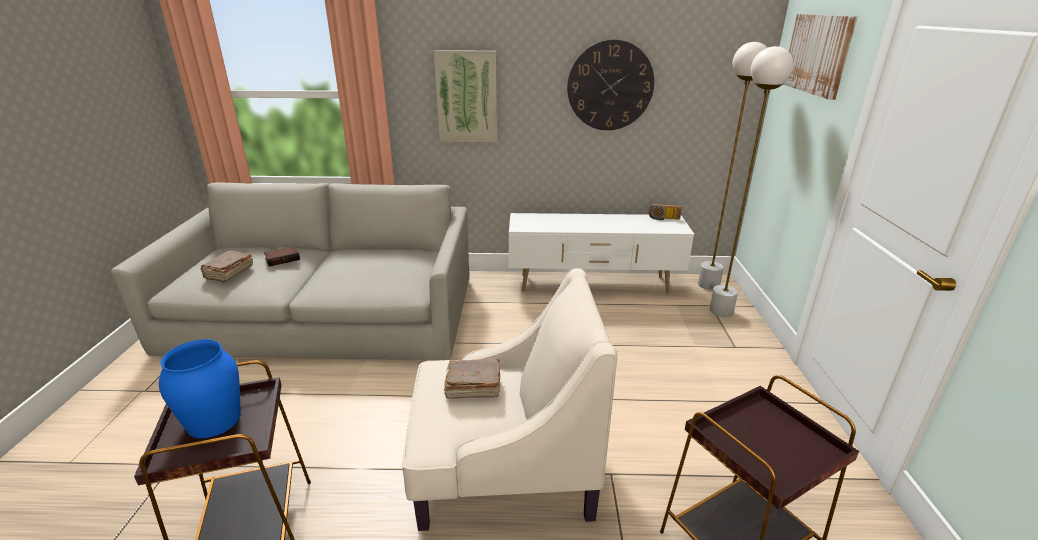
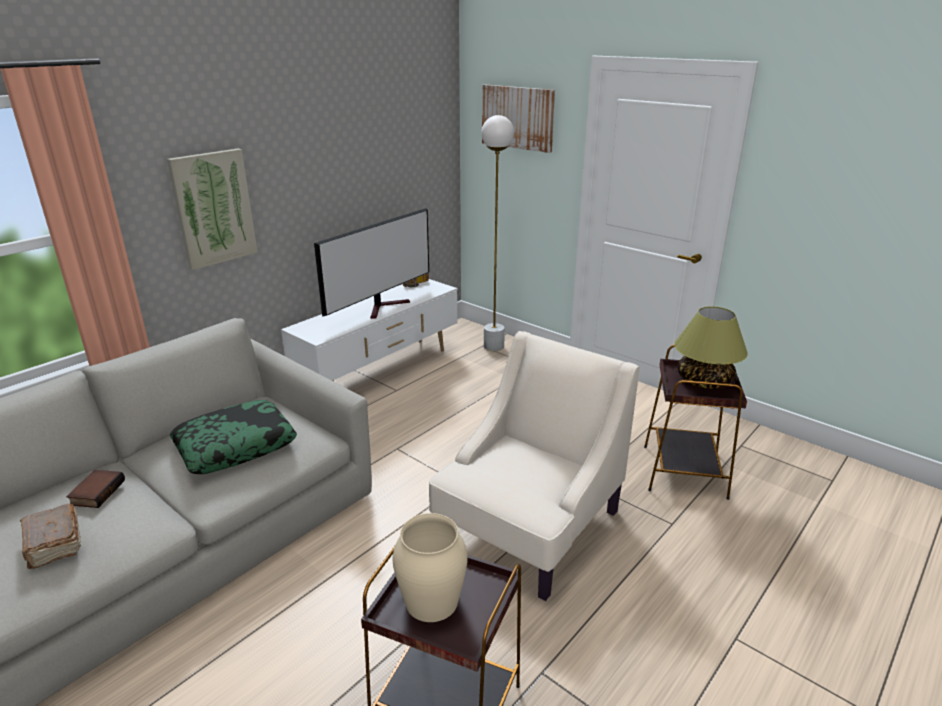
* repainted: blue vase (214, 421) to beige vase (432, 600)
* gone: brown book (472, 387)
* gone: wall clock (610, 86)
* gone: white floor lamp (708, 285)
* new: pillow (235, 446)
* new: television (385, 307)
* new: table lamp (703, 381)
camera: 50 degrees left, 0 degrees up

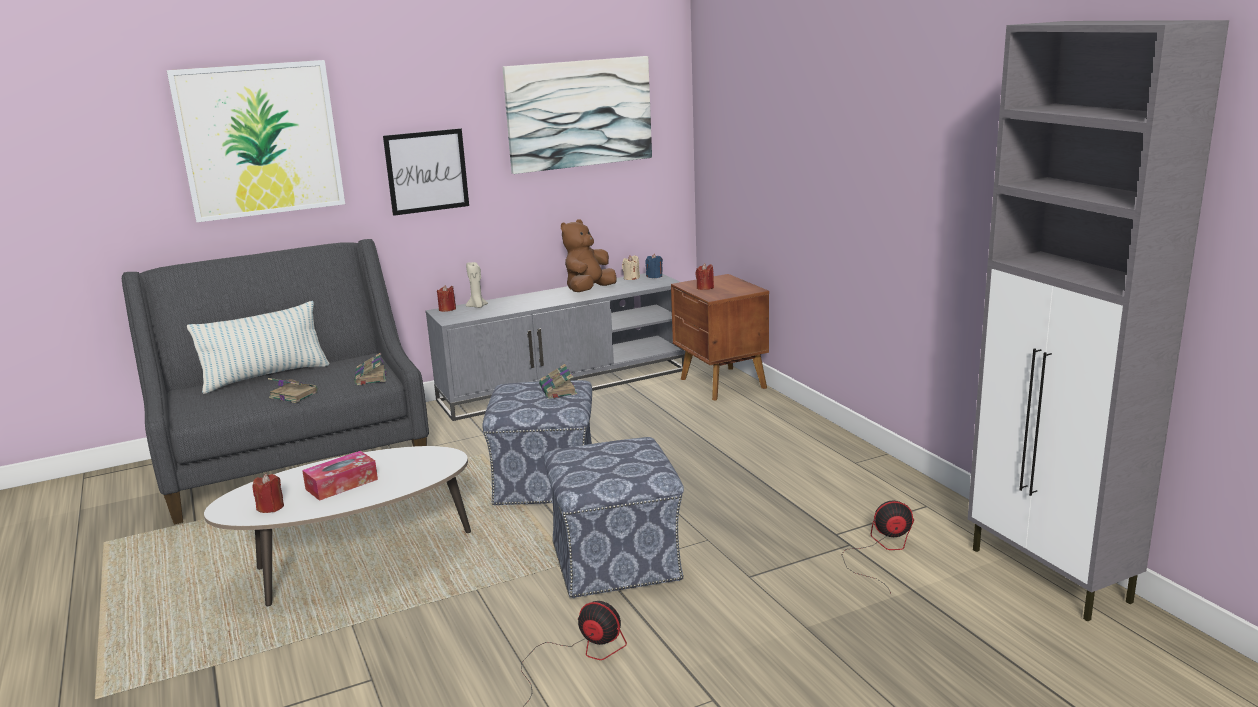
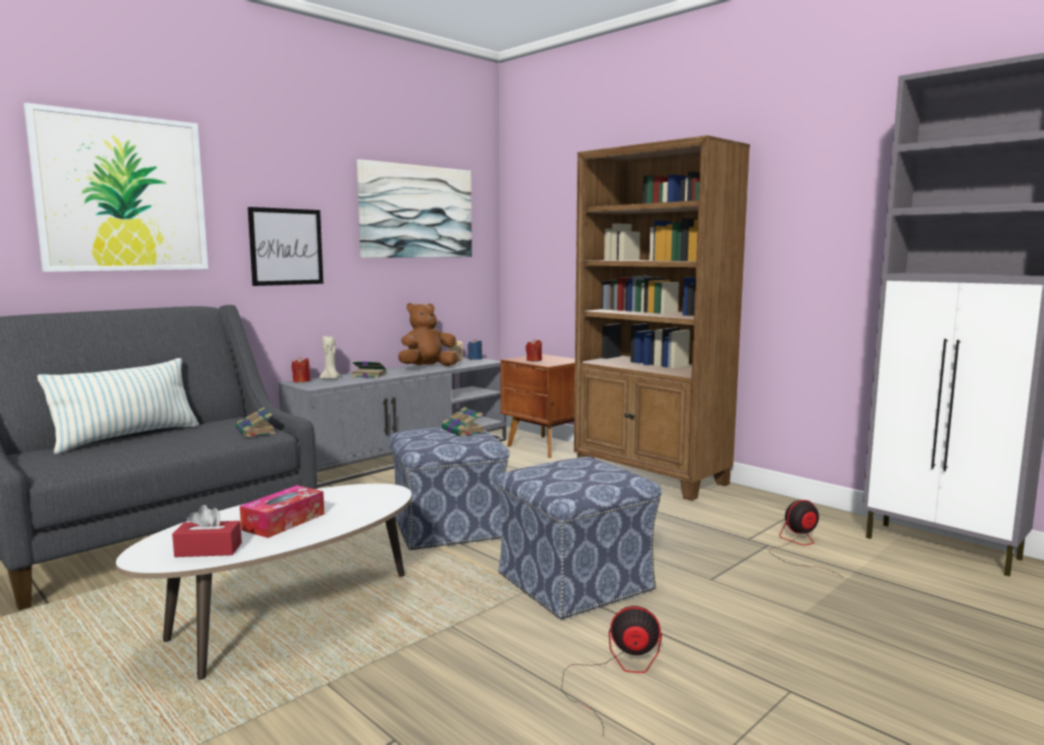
* swapped: red candle (271, 507) to red tissue box (208, 550)
* shifted: book (292, 395) to (368, 375)
* rotated: brown plush toy (589, 291) = (427, 367) 45 degrees clockwise
* new: brown bookcase (651, 476)
camera: 20 degrees left, 10 degrees down

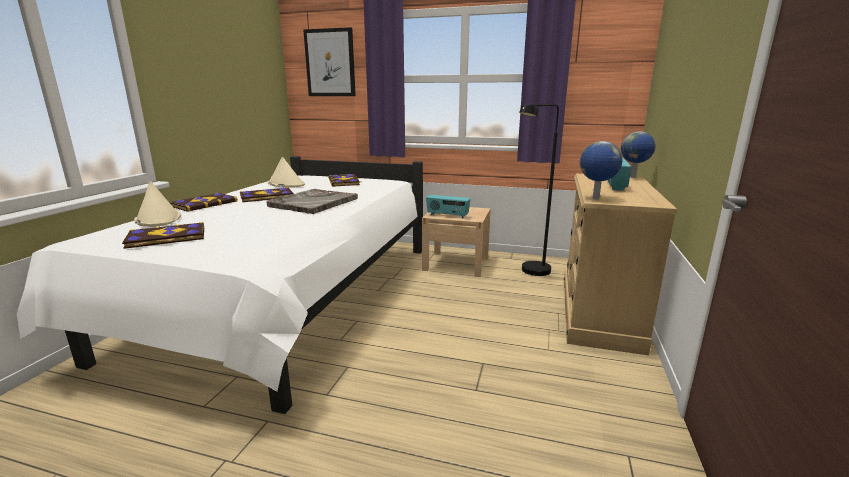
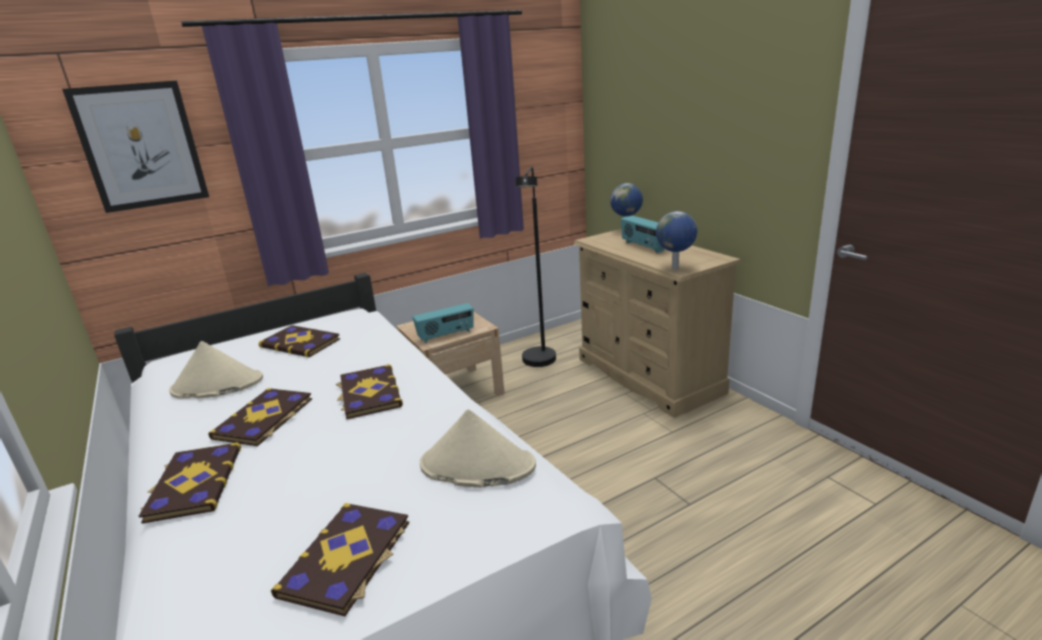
* shifted: beige hat (158, 219) to (476, 465)
* swapped: grey tray (313, 202) to book (369, 393)
camera: 45 degrees left, 5 degrees up

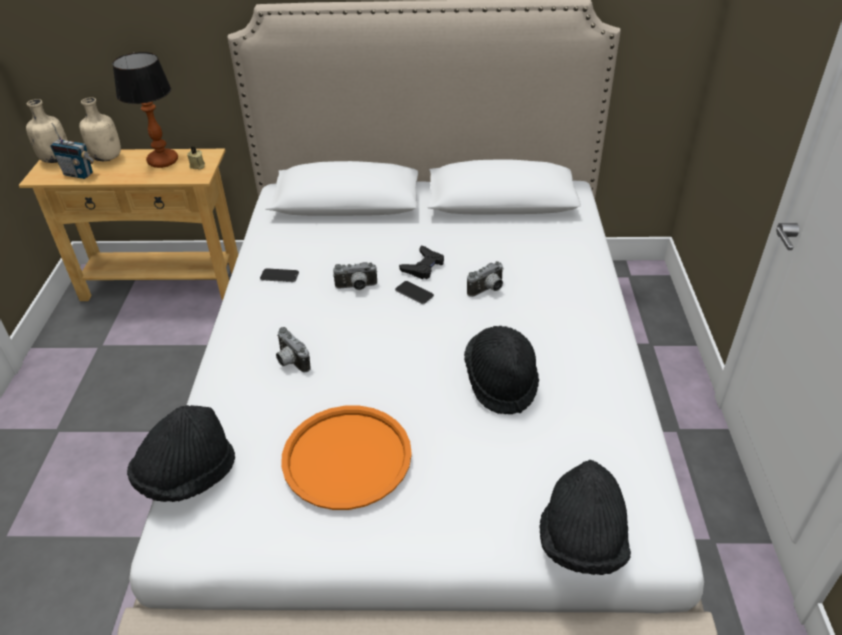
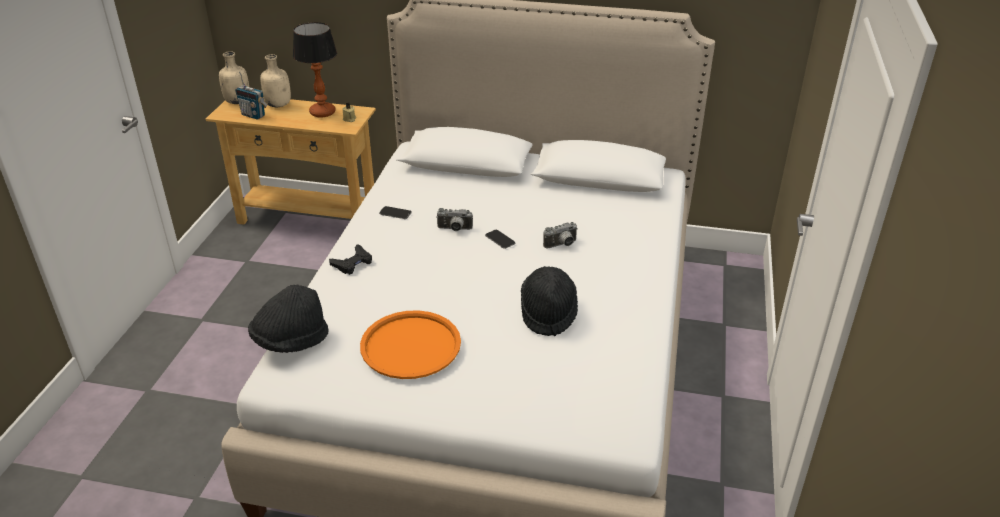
* gone: photo camera (290, 361)
* shifted: black game controller (423, 266) to (352, 263)
* gone: black hat (582, 541)
camera: 10 degrees right, 5 degrees down

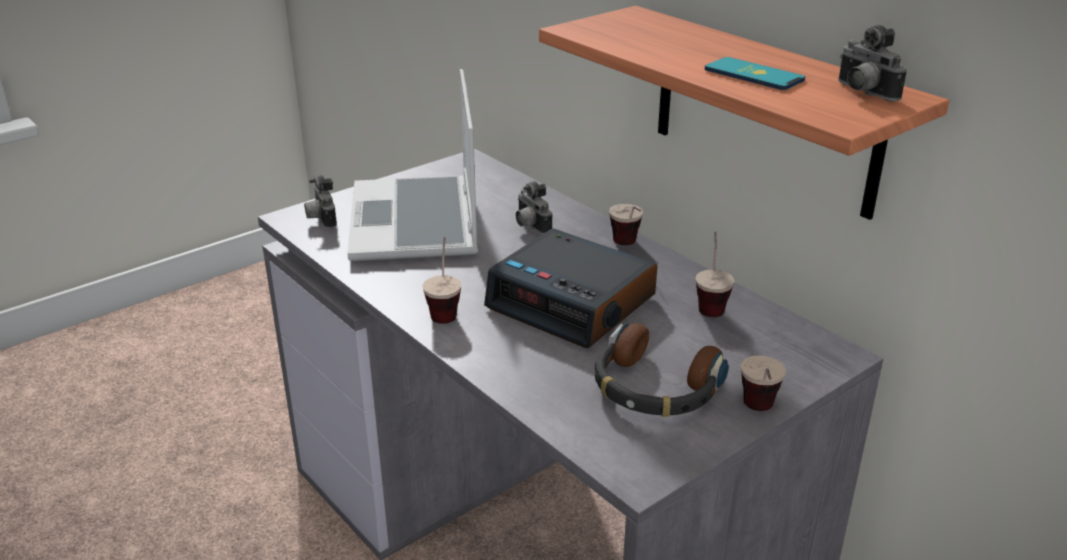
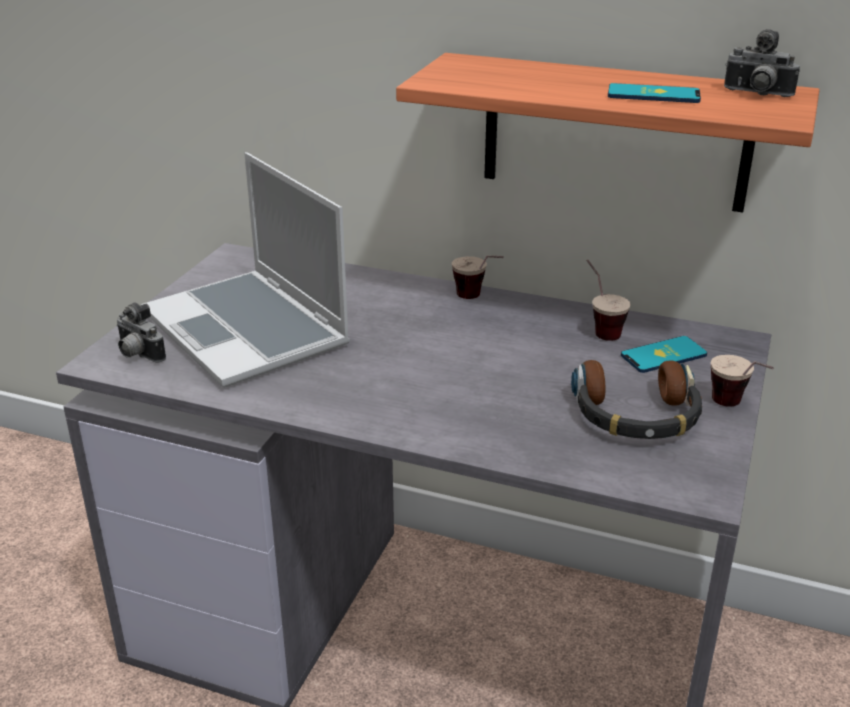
* gone: cup (444, 309)
* gone: alarm clock (573, 302)
* gone: photo camera (530, 226)
* new: phone (663, 355)
camera: 30 degrees left, 0 degrees up

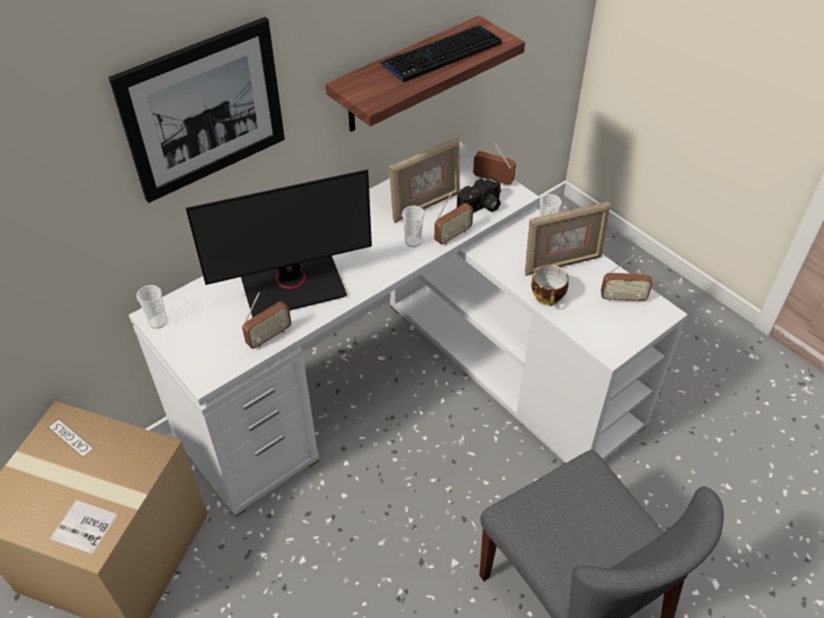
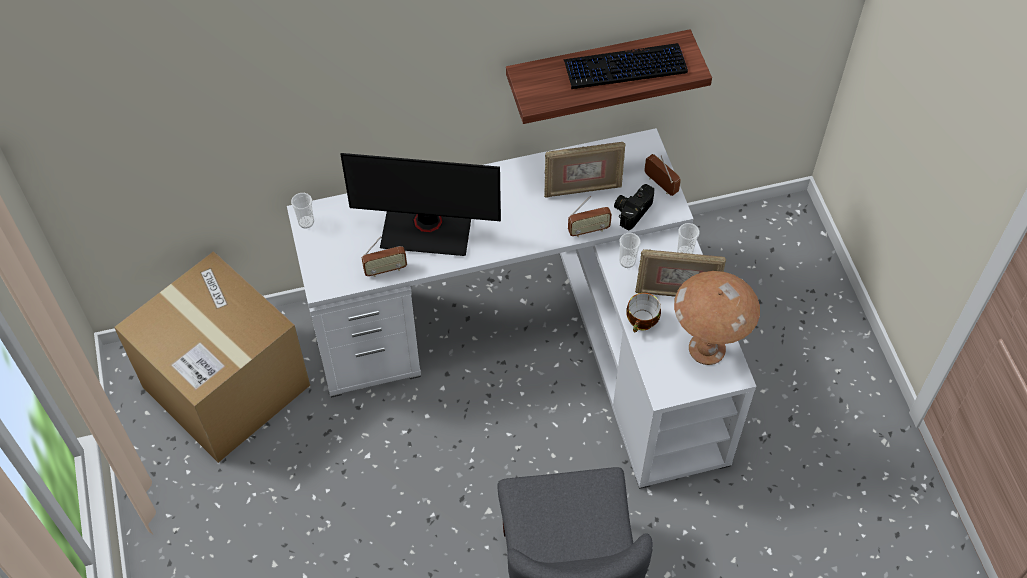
* gone: picture (204, 110)
* shifted: cup (413, 241) to (627, 261)
* rotated: photo camera (481, 207) = (631, 210) 135 degrees clockwise
* swapped: radio (622, 298) to brown table lamp (707, 348)
camera: 25 degrees right, 10 degrees up

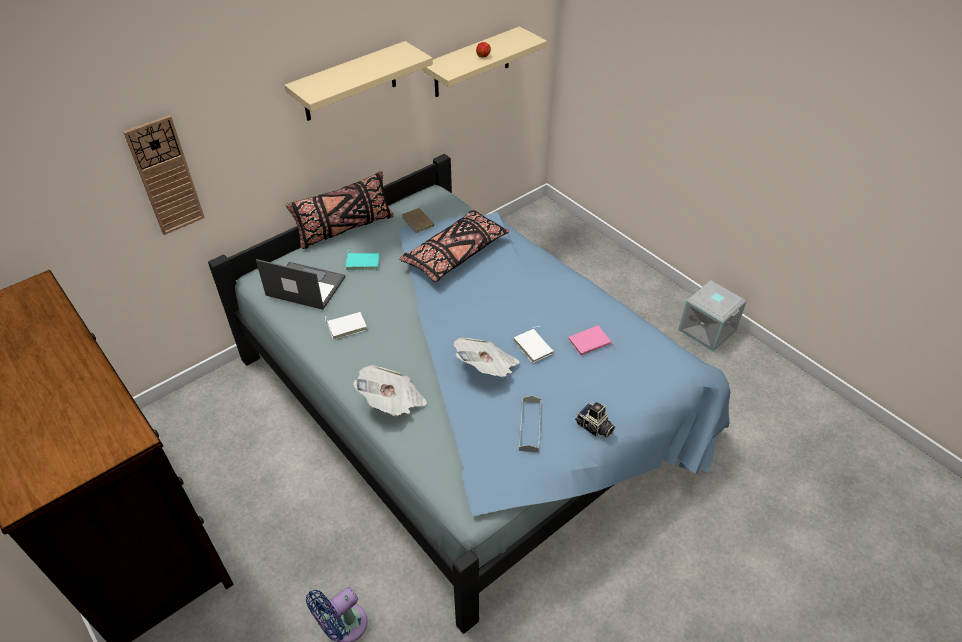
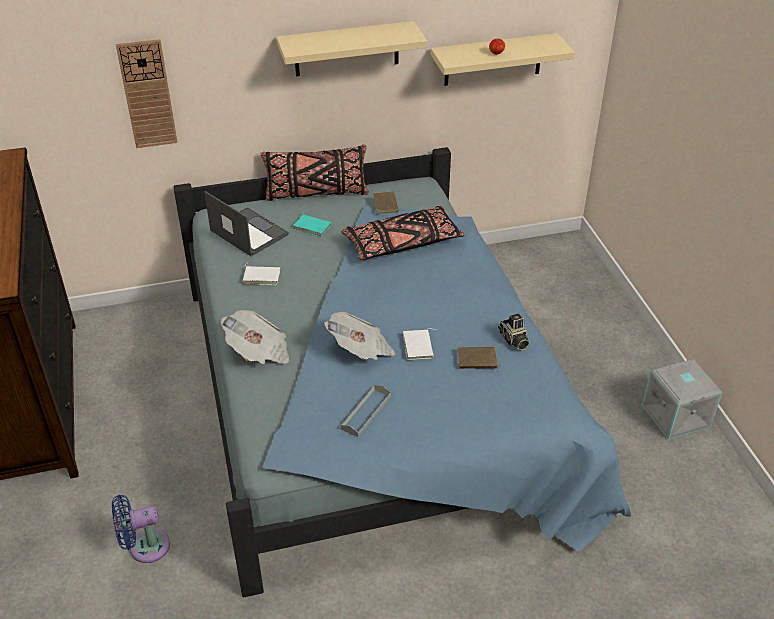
* repainted: pink book (590, 343) to brown book (477, 361)
* shifted: photo camera (594, 428) to (513, 341)
camera: 25 degrees right, 5 degrees down

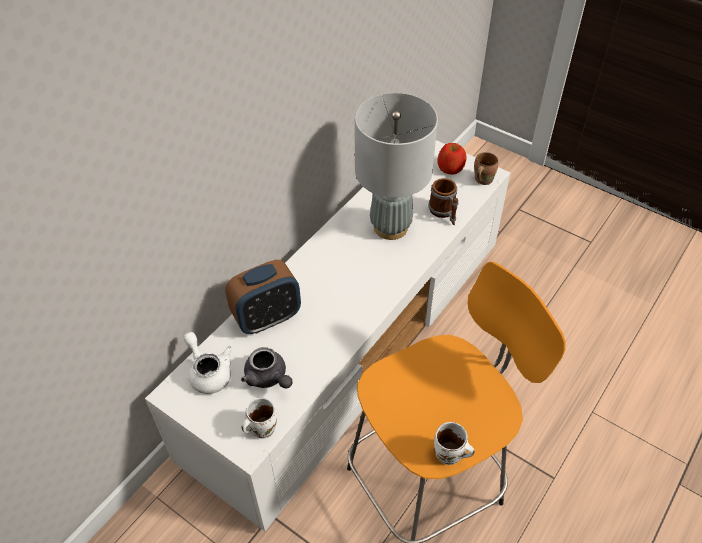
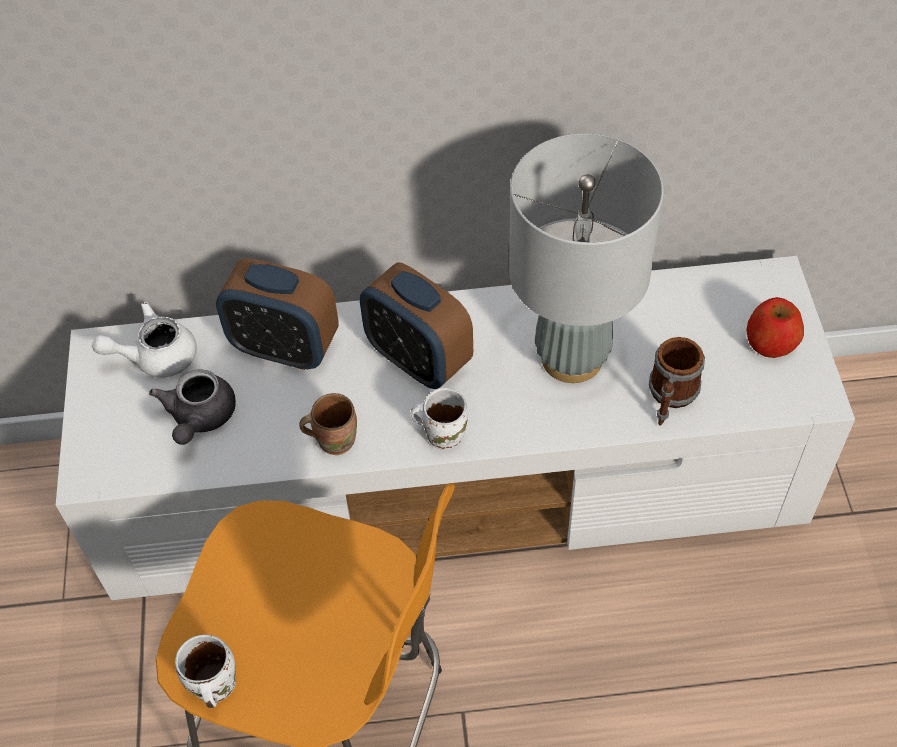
* rotated: white teapot (208, 372) = (155, 356) 120 degrees counterclockwise
* shifted: white mug (261, 428) to (443, 433)
* shifted: brown mug (482, 179) to (334, 439)
* new: alarm clock (418, 359)
camera: 50 degrees right, 5 degrees up

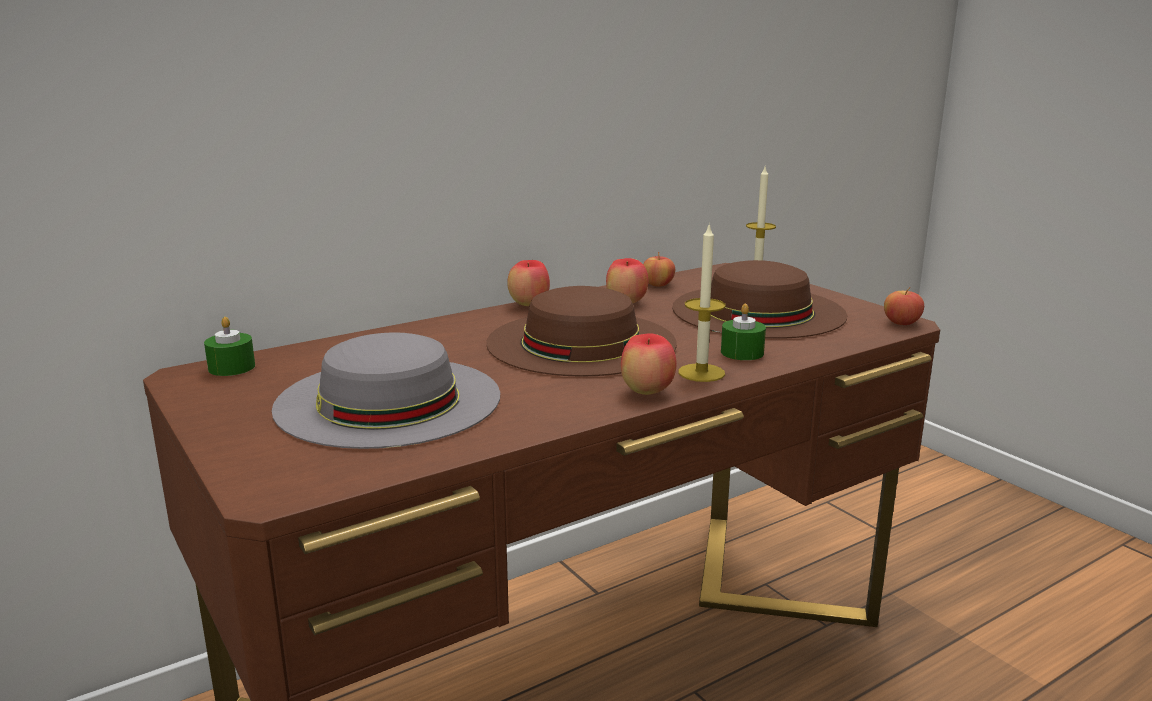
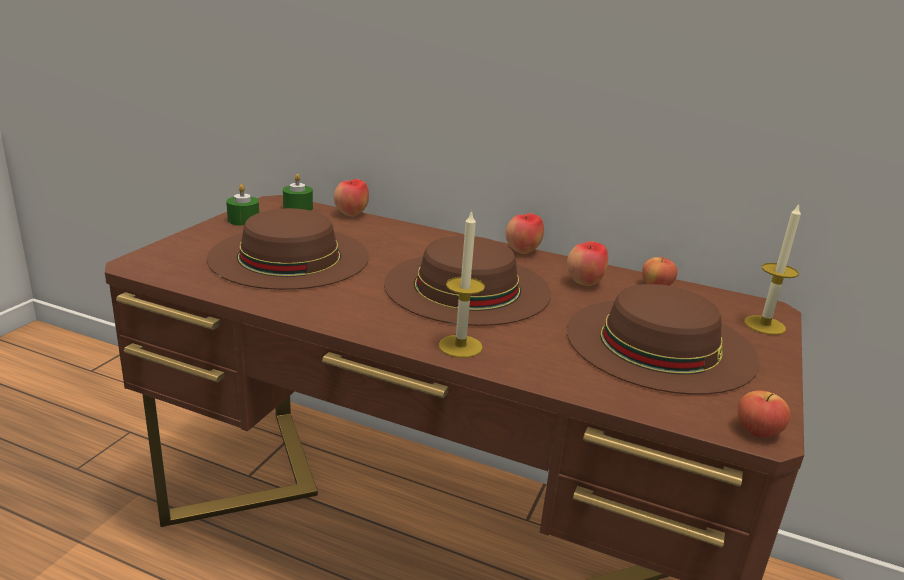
* repainted: grey hat (388, 400) to brown hat (289, 256)
* shifted: apple (647, 392) to (351, 215)
* shifted: green candle (742, 352) to (243, 220)
camera: 55 degrees right, 5 degrees up

